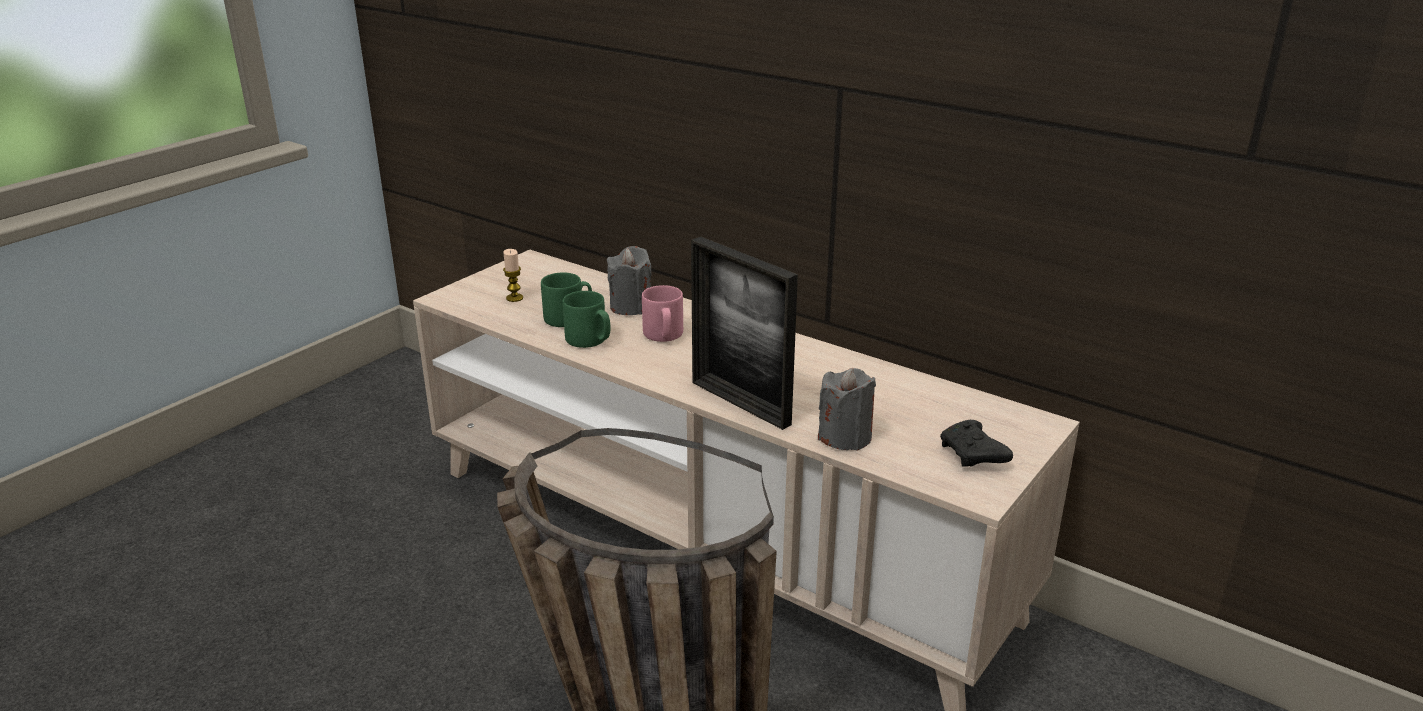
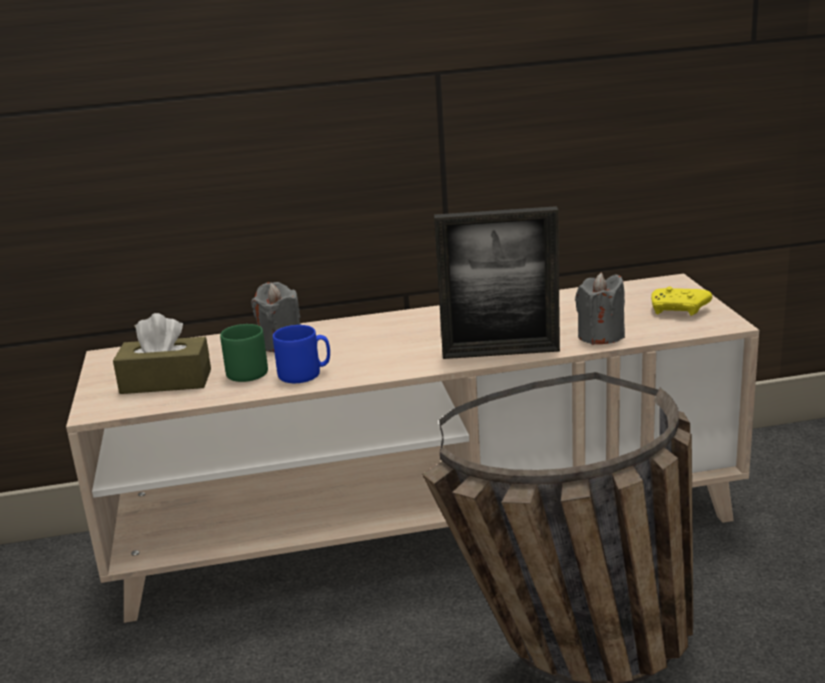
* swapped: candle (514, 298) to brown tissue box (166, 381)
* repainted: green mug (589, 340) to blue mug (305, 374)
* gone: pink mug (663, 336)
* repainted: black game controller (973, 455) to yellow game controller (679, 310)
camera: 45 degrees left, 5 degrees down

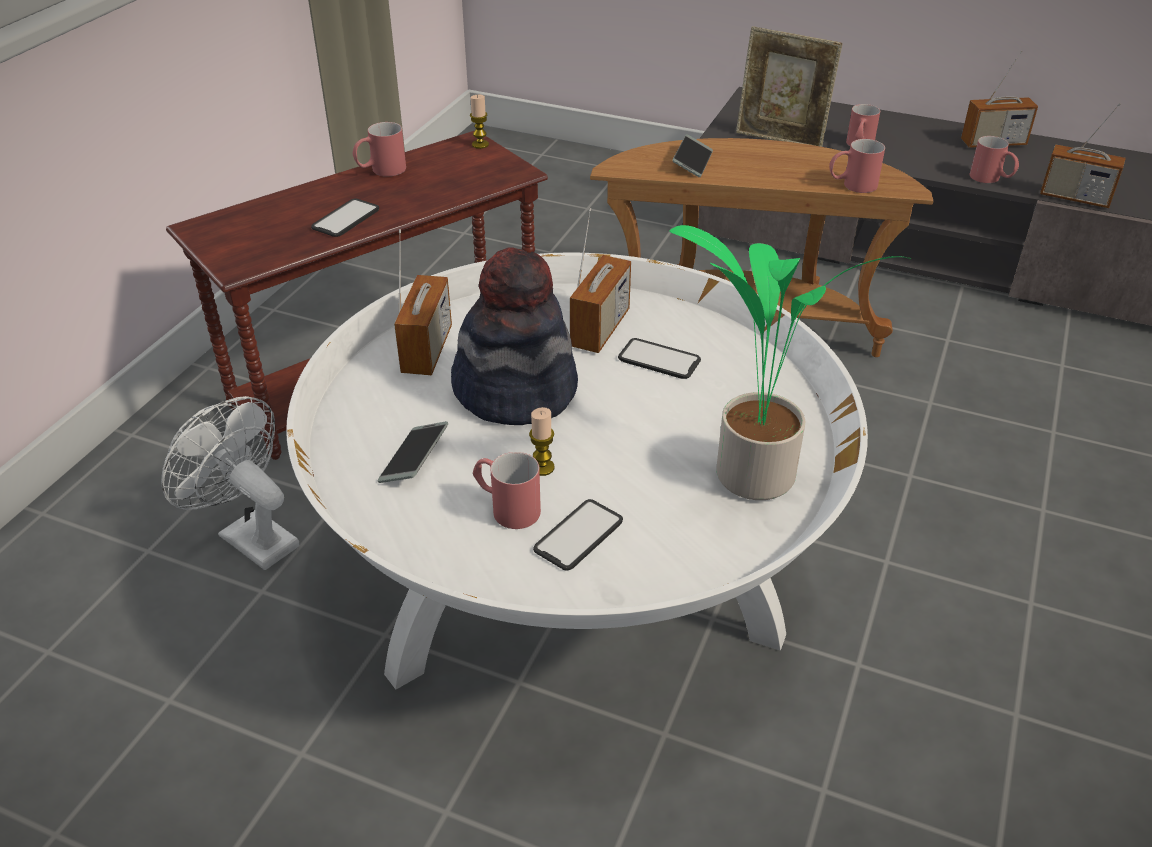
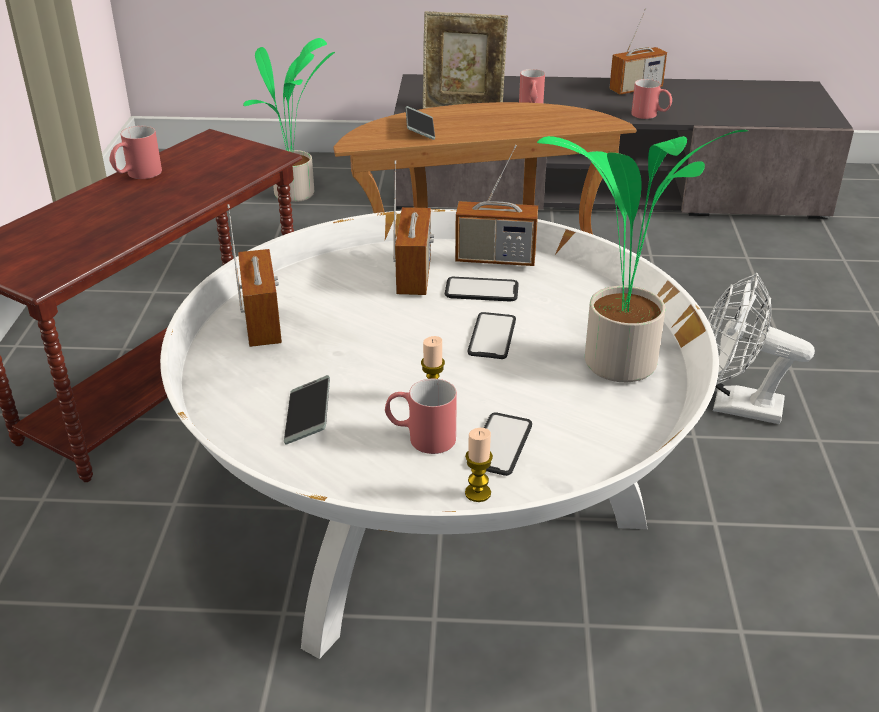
* shifted: white fan (250, 536) to (735, 406)
* shifted: phone (346, 219) to (492, 337)
* gone: hat (515, 391)
* shifted: candle (480, 144) to (478, 493)
* gone: red mug (851, 186)
* shifted: radio (1074, 198) to (495, 259)
* new: potted plant (297, 195)
camera: 20 degrees left, 5 degrees down

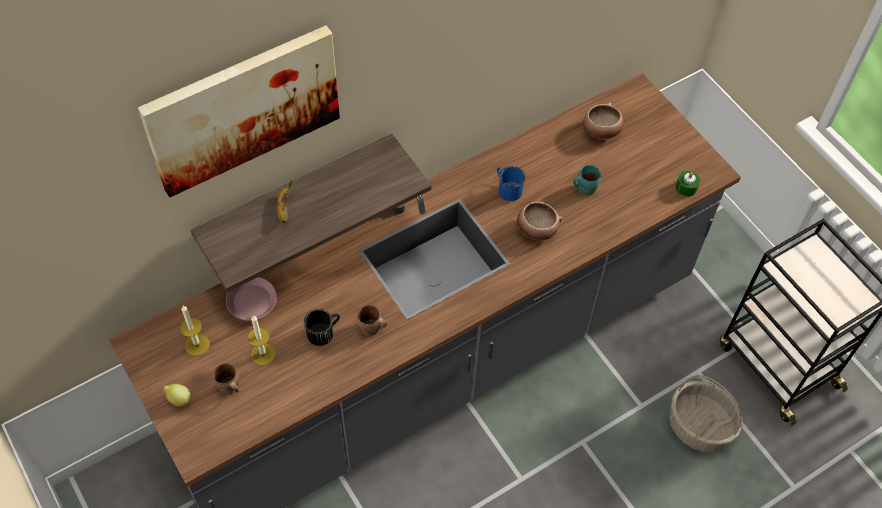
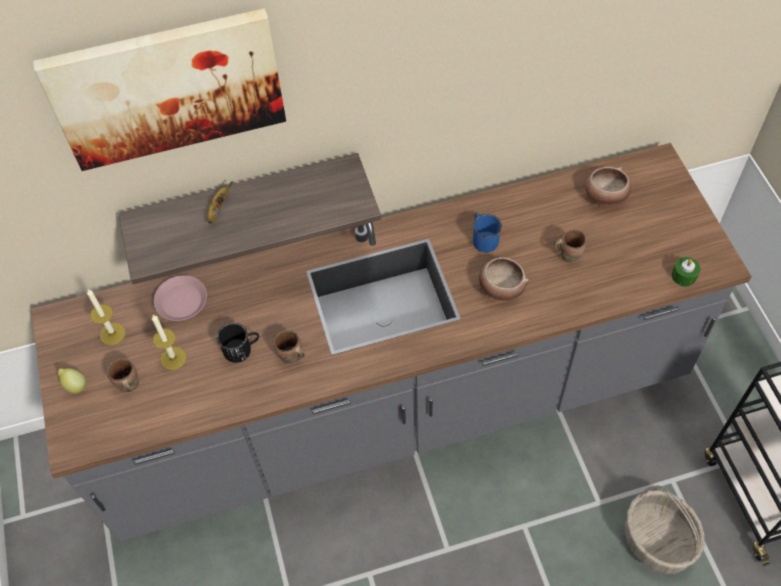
* repainted: turquoise mug (585, 188) to brown mug (568, 254)
camera: 20 degrees right, 0 degrees up

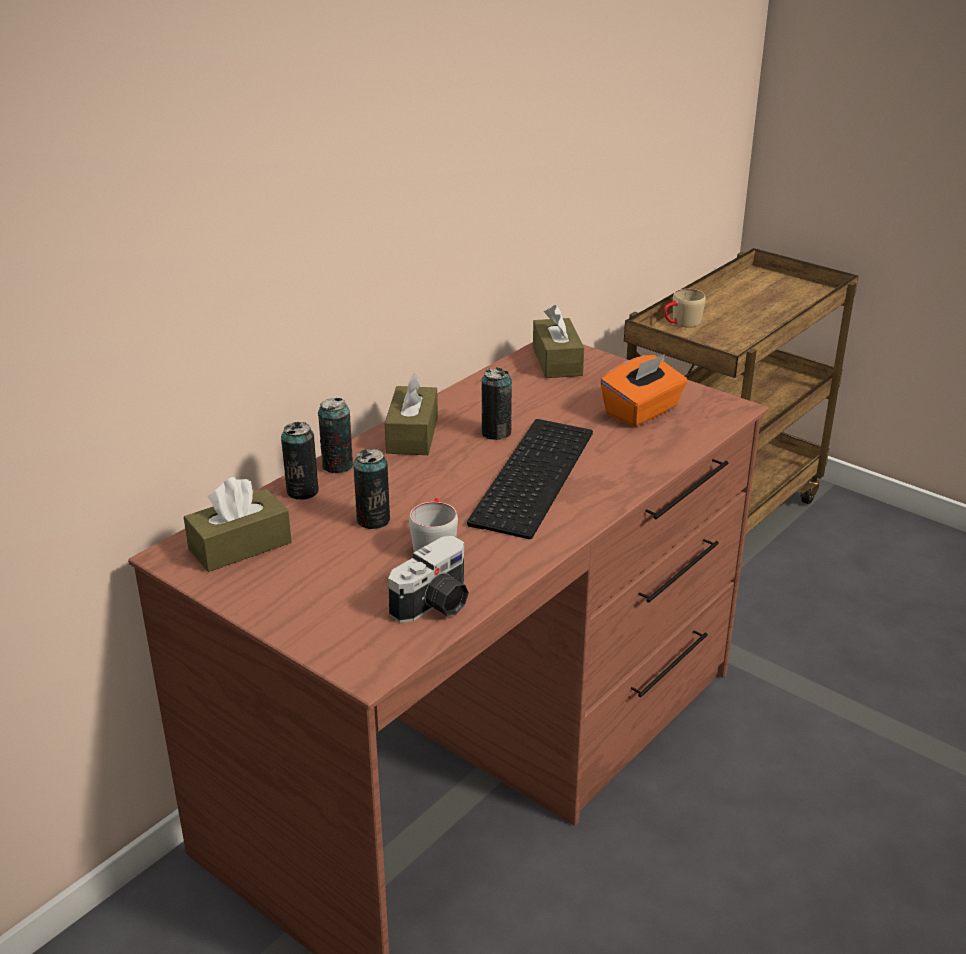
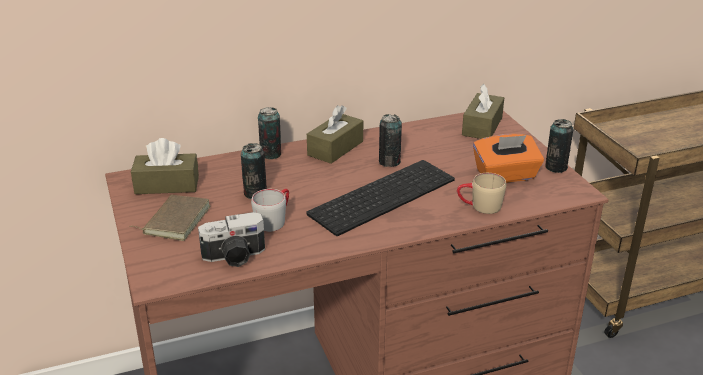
* shifted: can (302, 491) to (556, 167)
* shifted: beige mug (681, 323) to (479, 206)
* new: brown book (175, 220)
camera: 30 degrees right, 0 degrees up

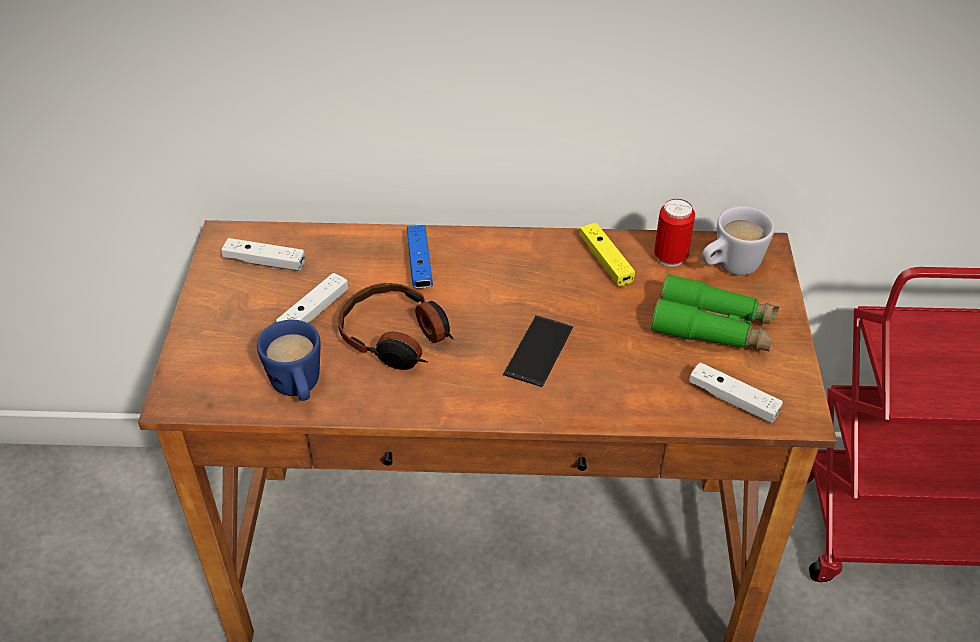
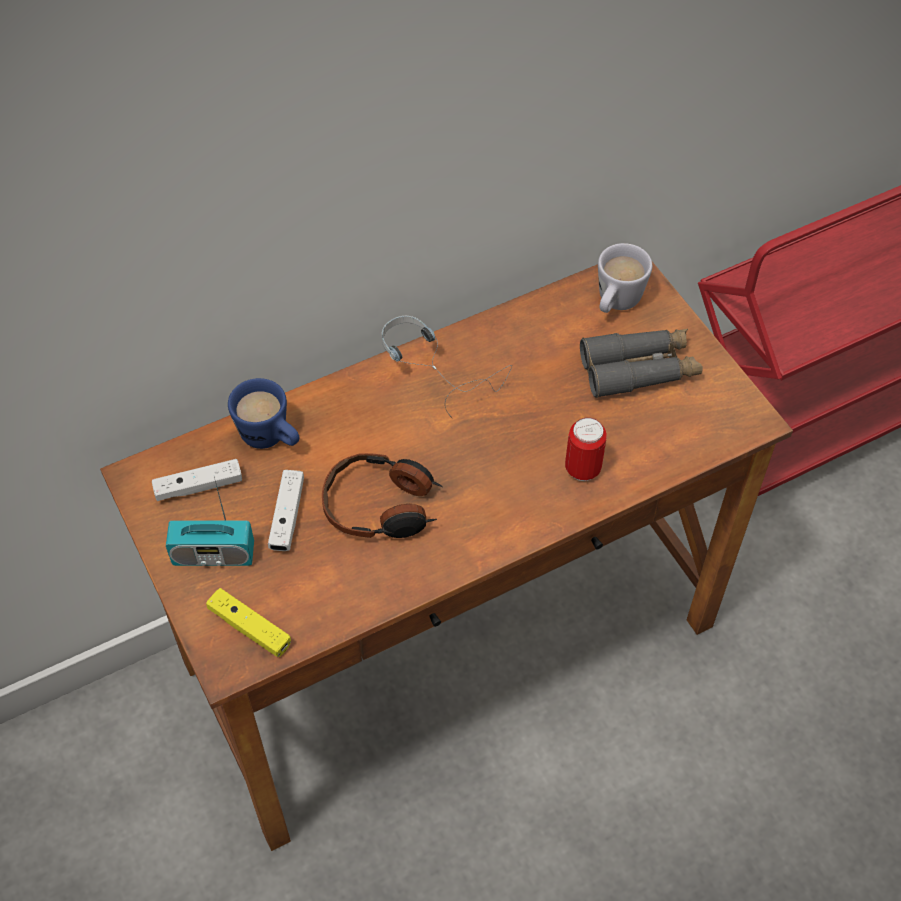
* shifted: blue mug (298, 389) to (271, 439)
* gone: blue game controller (420, 264)
* gone: phone (538, 351)
* shifted: yellow game controller (605, 261) to (250, 628)
* repainted: green binoculars (713, 327) to grey binoculars (639, 369)
* shifted: can (670, 257) to (582, 469)
* gone: white game controller (733, 400)
* new: radio (213, 555)
* new: headphones (441, 370)
camera: 30 degrees left, 10 degrees up

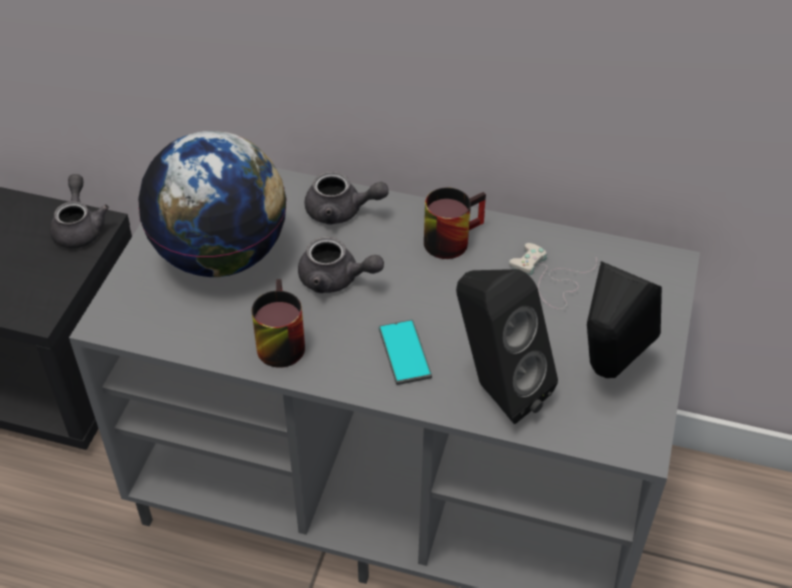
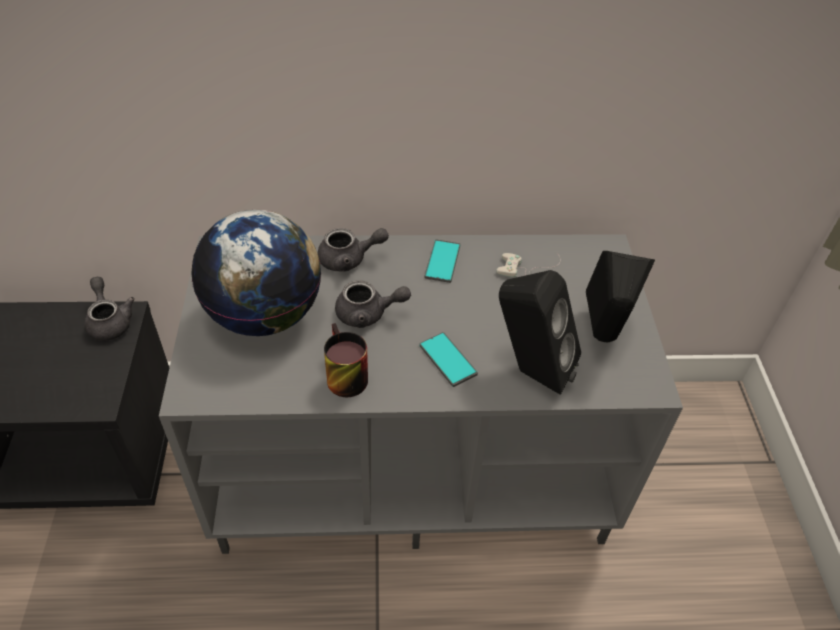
* swapped: mug (450, 237) to phone (442, 261)
camera: 20 degrees left, 0 degrees up

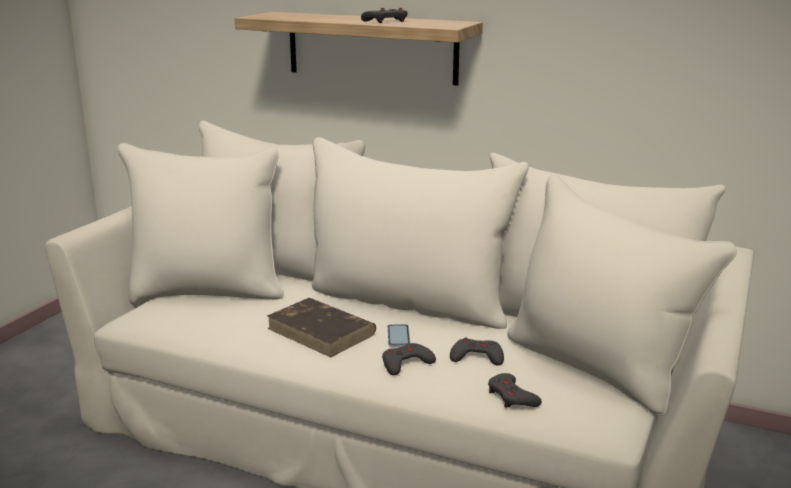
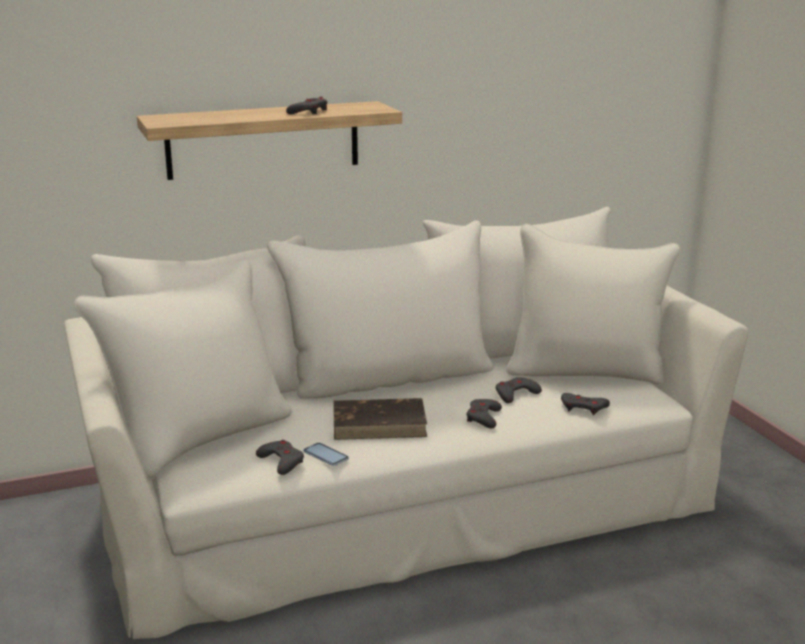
* shifted: phone (398, 336) to (326, 455)
* new: grey game controller (281, 461)
camera: 45 degrees left, 0 degrees up

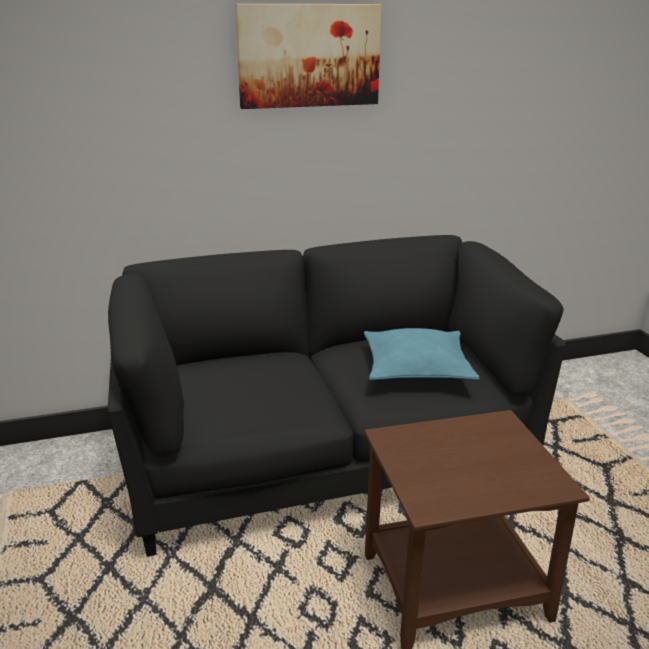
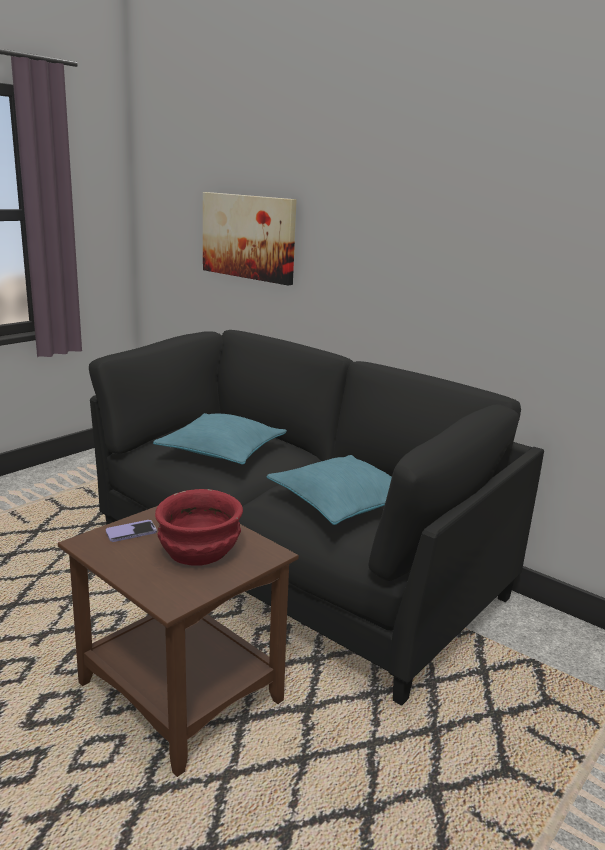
* shifted: picture (308, 56) to (249, 237)
* new: phone (131, 532)
* new: turquoise pillow (222, 451)
* new: red bowl (199, 552)
camera: 55 degrees right, 5 degrees down

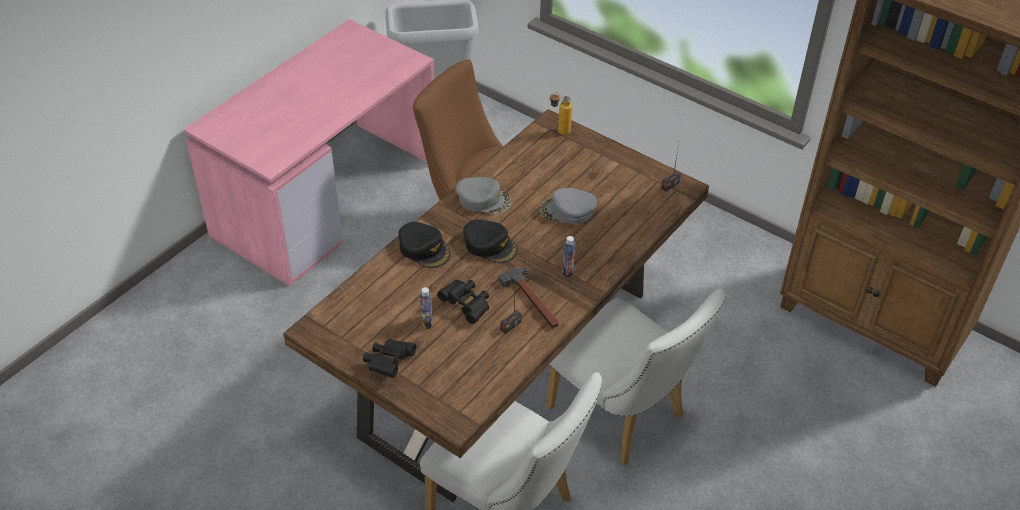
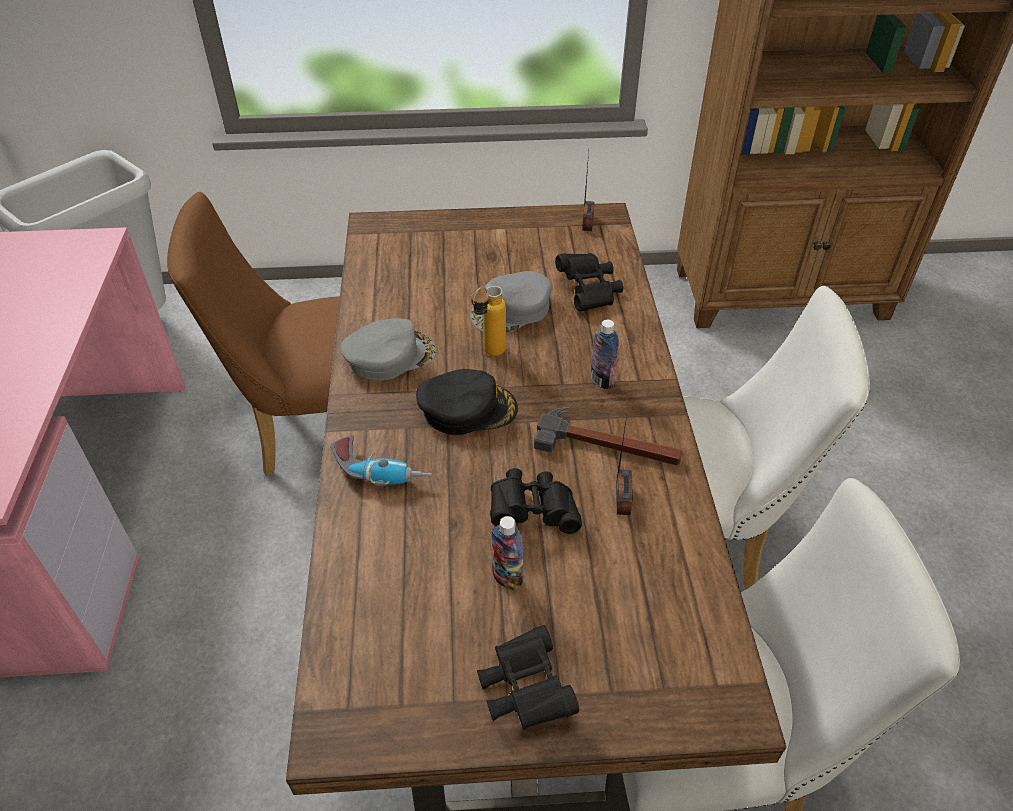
* swapped: black cap (424, 249) to power drill (381, 470)
* shifted: bottle (559, 132) to (488, 354)
* new: black binoculars (589, 291)
camera: 40 degrees left, 0 degrees up

